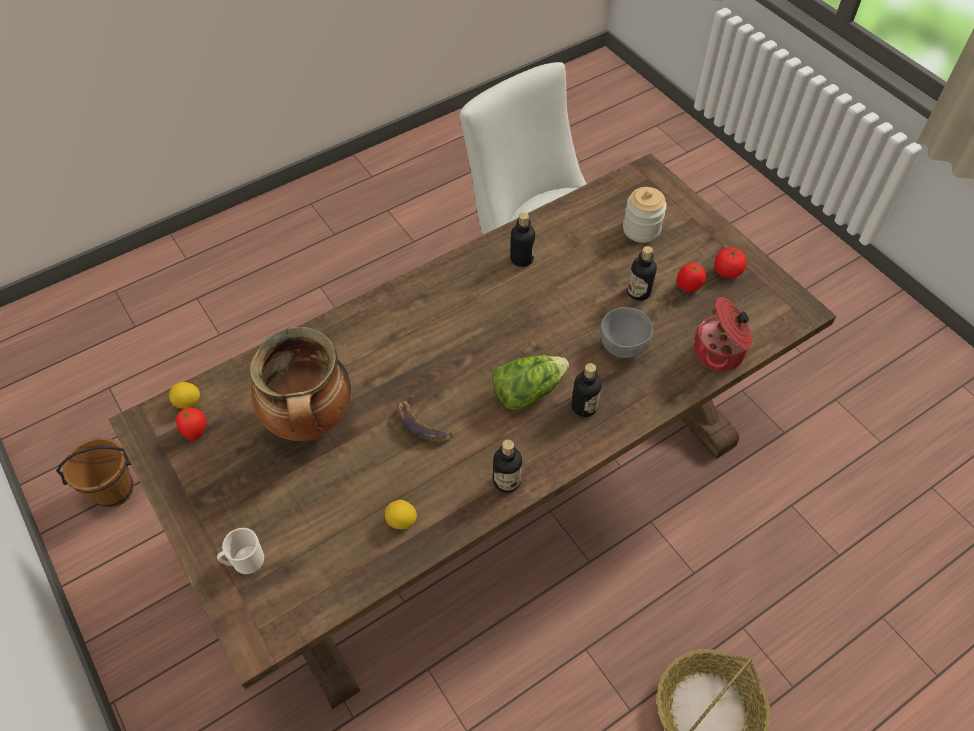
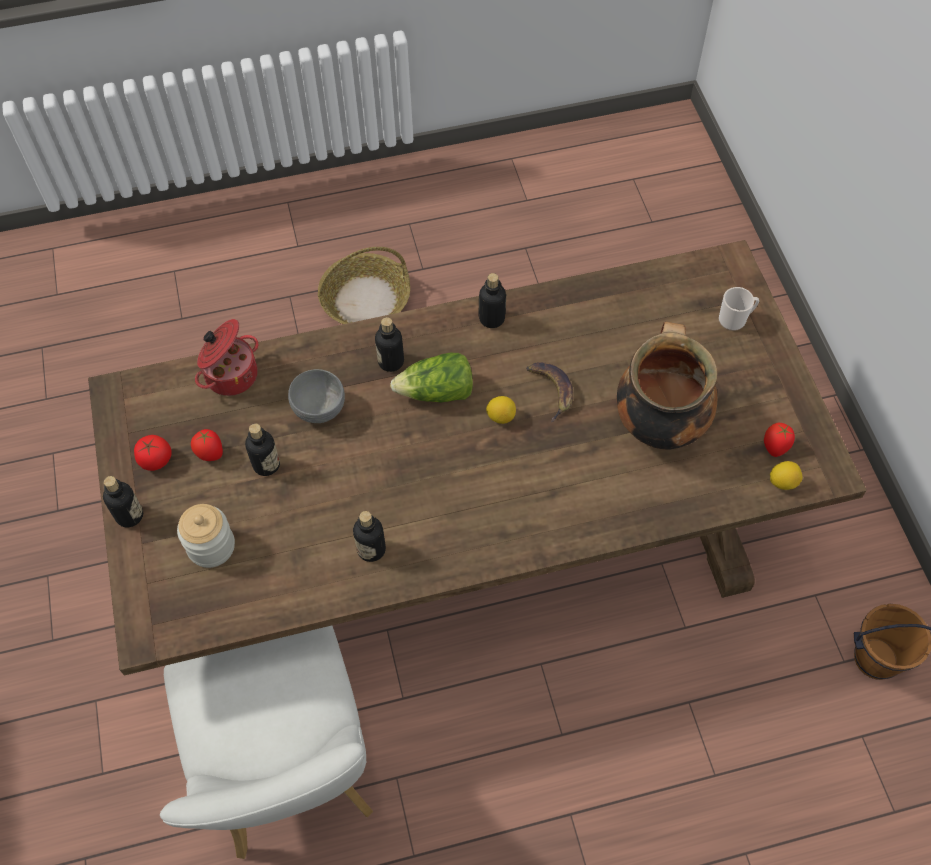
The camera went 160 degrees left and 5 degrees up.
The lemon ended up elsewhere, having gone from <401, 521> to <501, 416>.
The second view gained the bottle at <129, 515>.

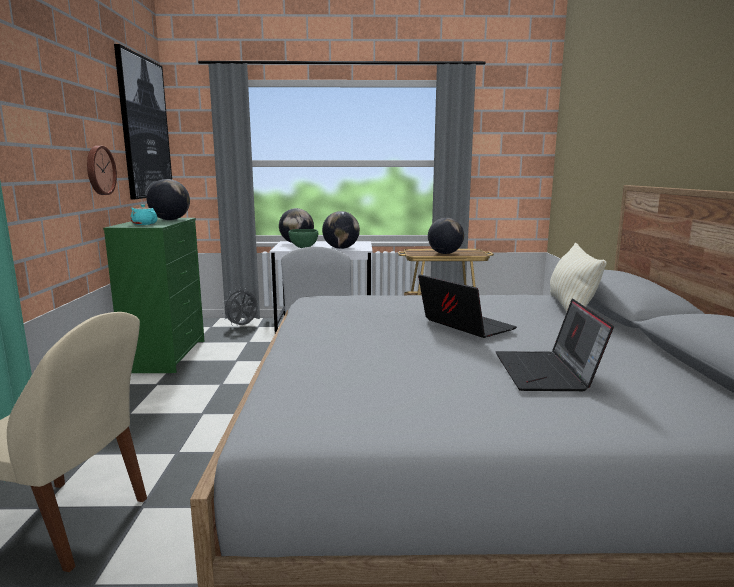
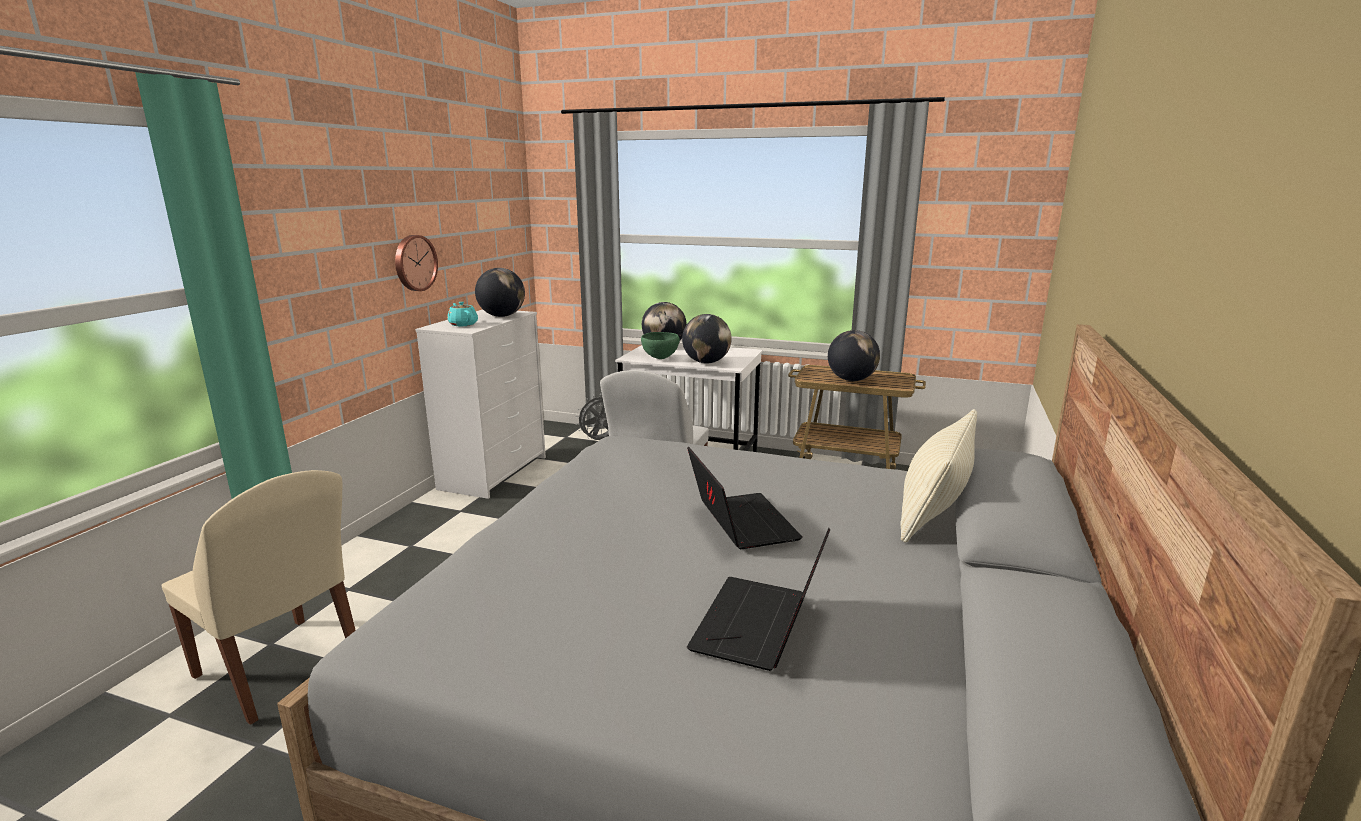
The camera went 20 degrees right and 5 degrees up.
What was the dresser/green at <166, 355> turned into the dresser/white at <494, 472>.
The second view lost the picture at <144, 128>.

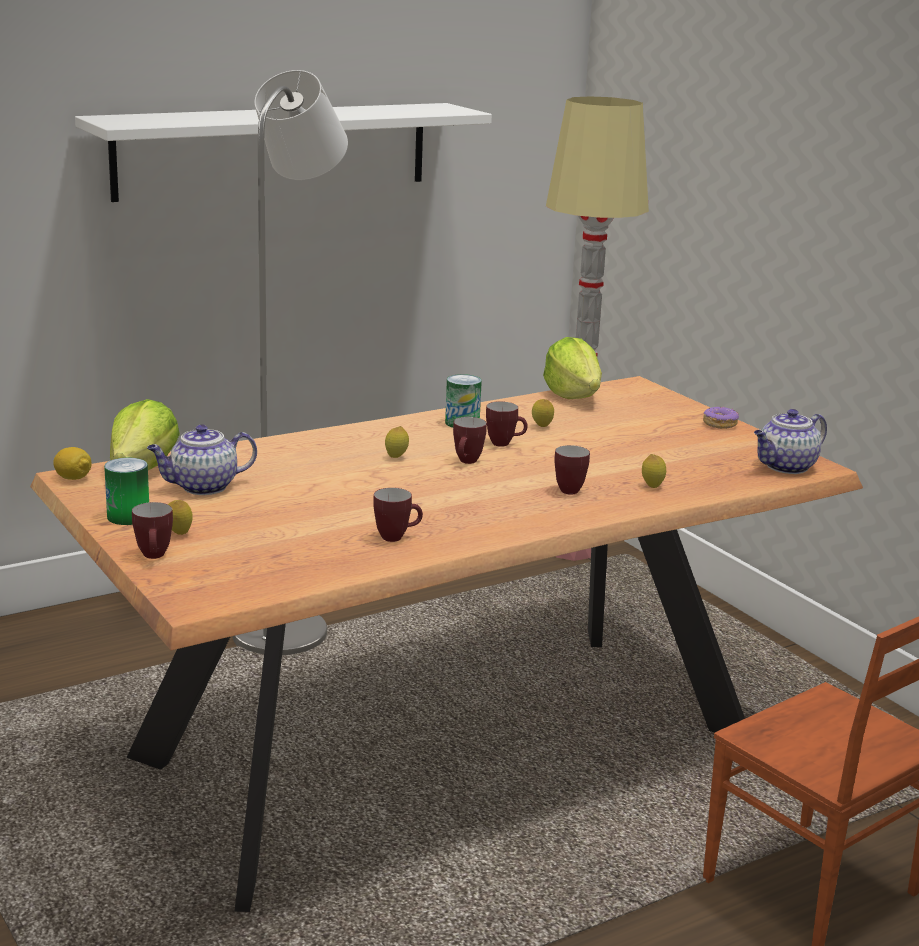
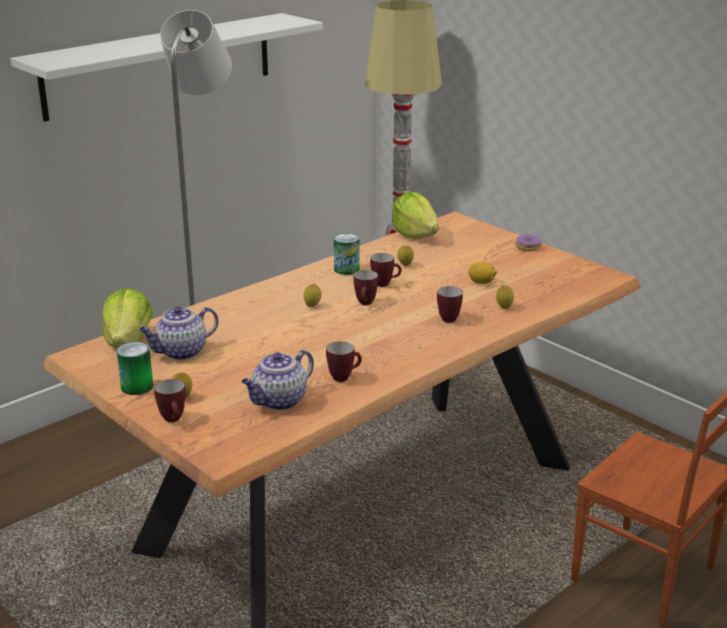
The camera went 10 degrees left and 5 degrees up.
The lemon ended up elsewhere, having gone from <73, 478> to <482, 282>.
The teapot ended up elsewhere, having gone from <786, 467> to <279, 401>.

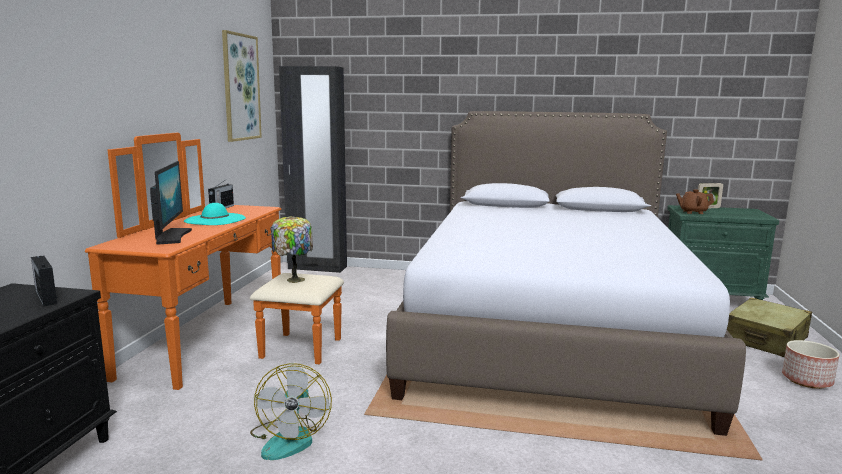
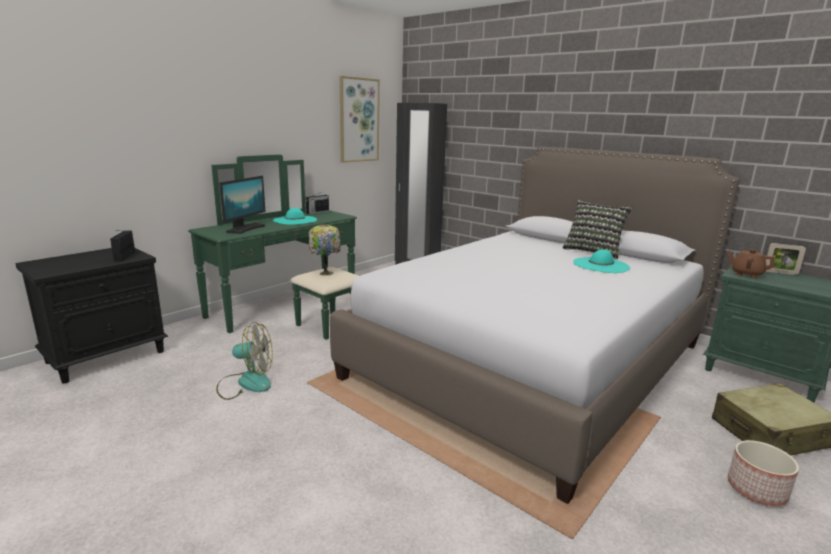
The camera went 30 degrees right and 5 degrees up.
What was the dresser/orange at <229, 340> turned into the dresser/green at <294, 309>.
The fan at <290, 438> ended up facing another way, 120 degrees counterclockwise from before.
The second view gained the pillow at <593, 251>.
The second view gained the hat/turquoise at <601, 265>.

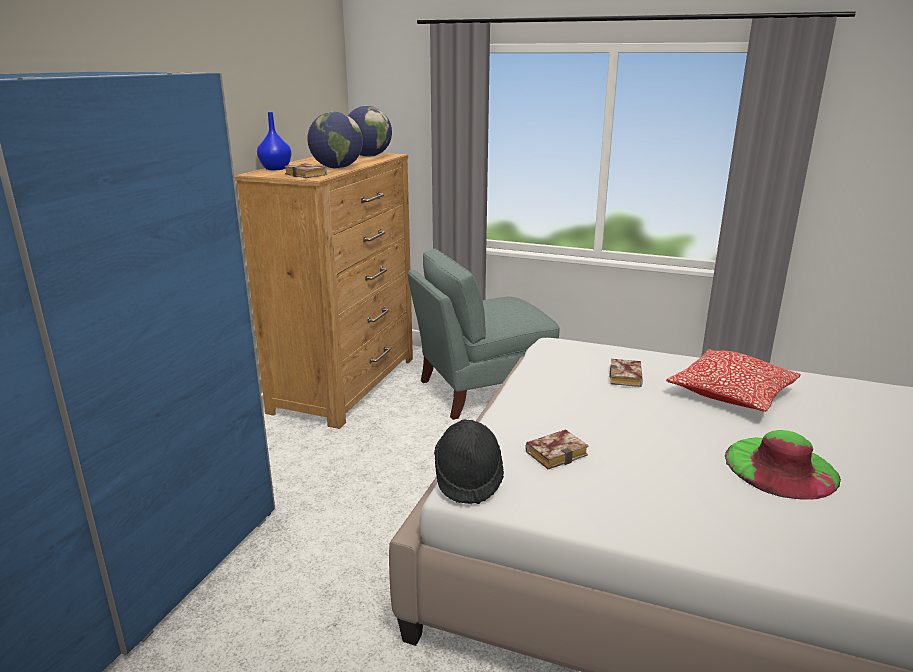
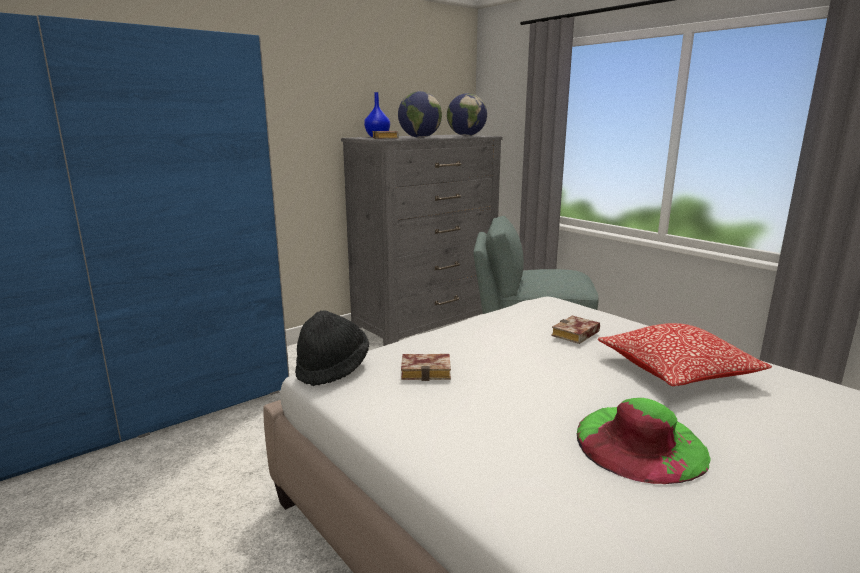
The camera went 30 degrees right and 5 degrees down.
What was the dresser/brown at <346, 384> turned into the dresser/grey at <425, 322>.

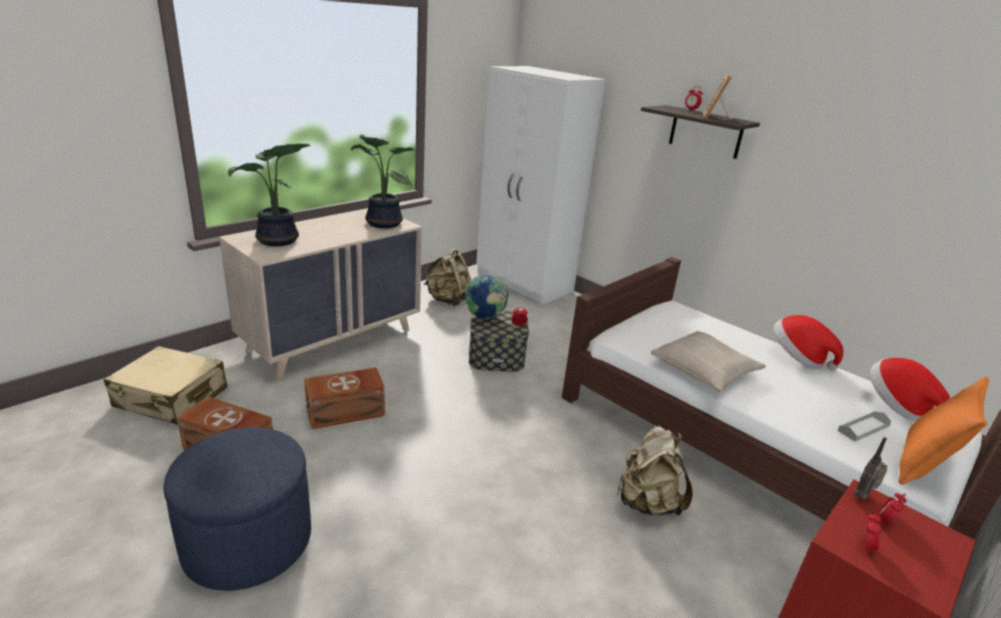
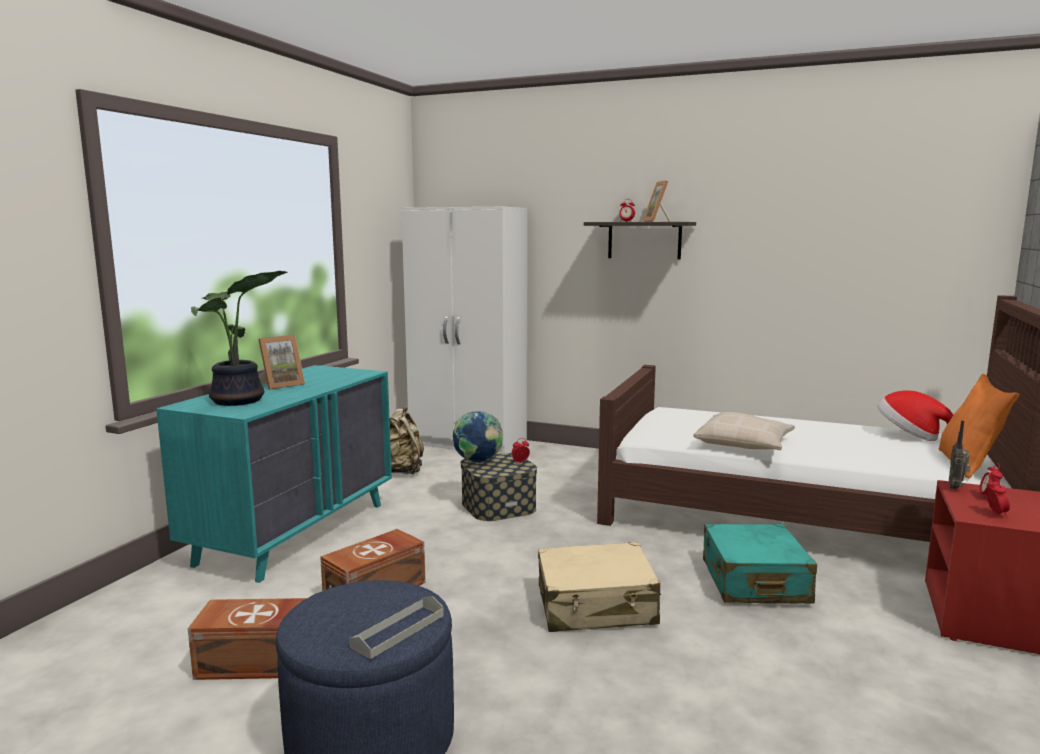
The camera went 20 degrees left and 15 degrees down.
The suitcase/beige ended up elsewhere, having gone from <171, 398> to <596, 606>.
What was the dresser/beige at <332, 339> turned into the dresser/turquoise at <295, 532>.
The second view lost the potted plant at <381, 223>.
Where the backpack/beige stood at <647, 503>, the suitcase/turquoise came to stand at <754, 581>.
The second view lost the hat at <798, 358>.
The tray/grey ended up elsewhere, having gone from <863, 428> to <398, 631>.
The second view gained the picture frame at <281, 385>.

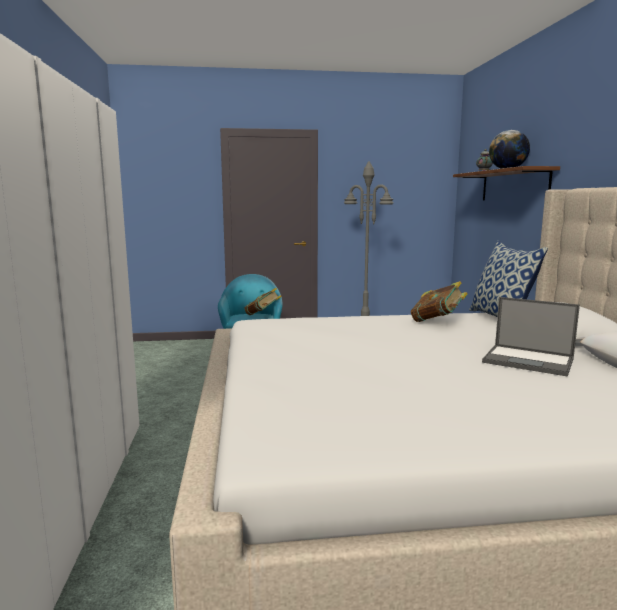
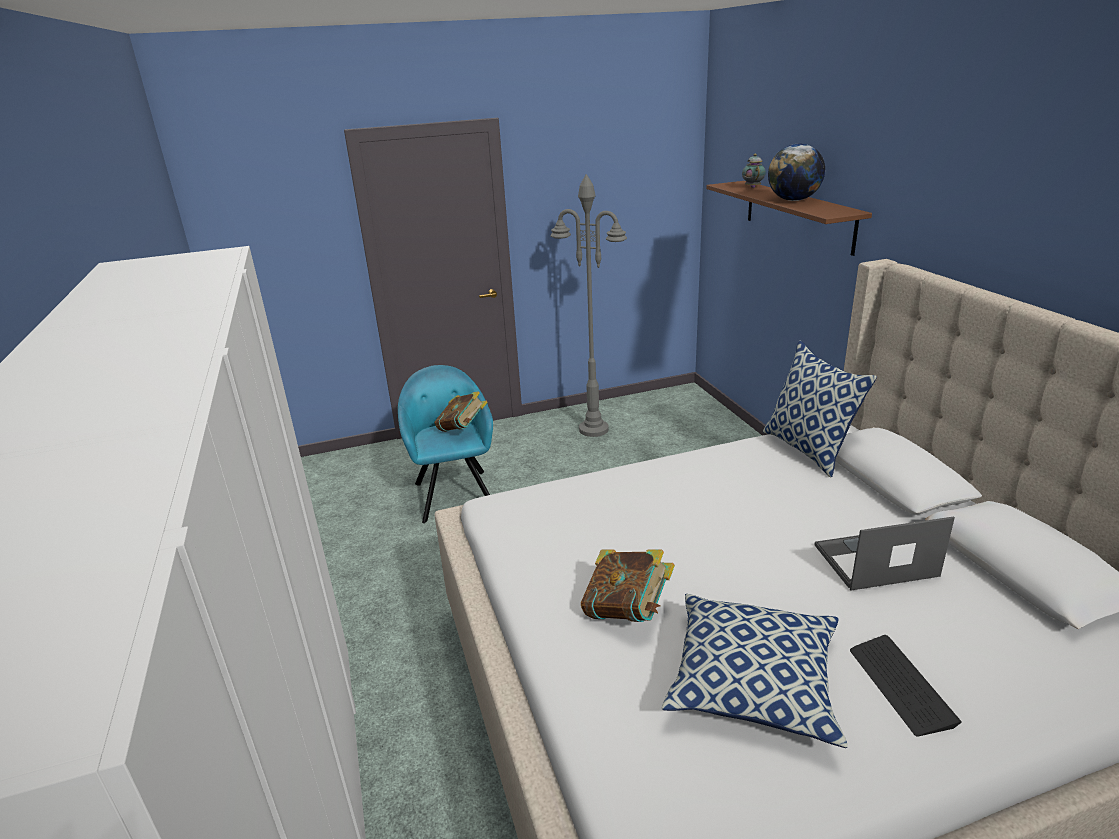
The camera went 10 degrees left and 15 degrees up.
The book ended up elsewhere, having gone from <437, 322> to <627, 611>.
The laptop at <529, 360> ended up facing another way, 150 degrees clockwise from before.
The second view gained the pillow at <753, 683>.
The second view gained the keyboard at <901, 686>.

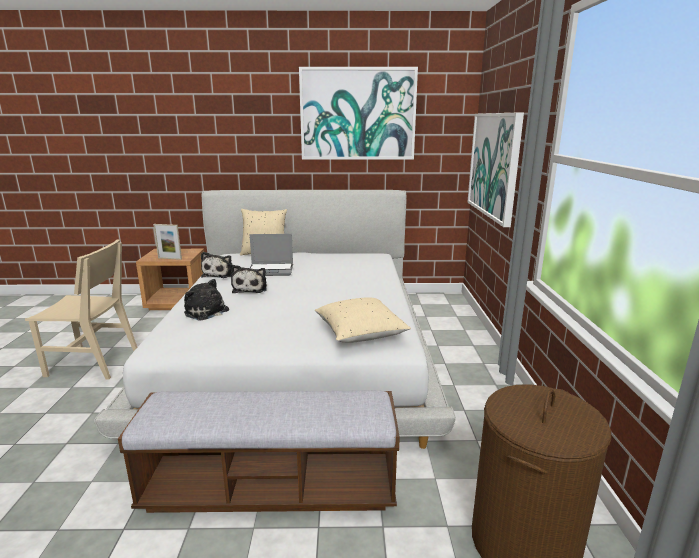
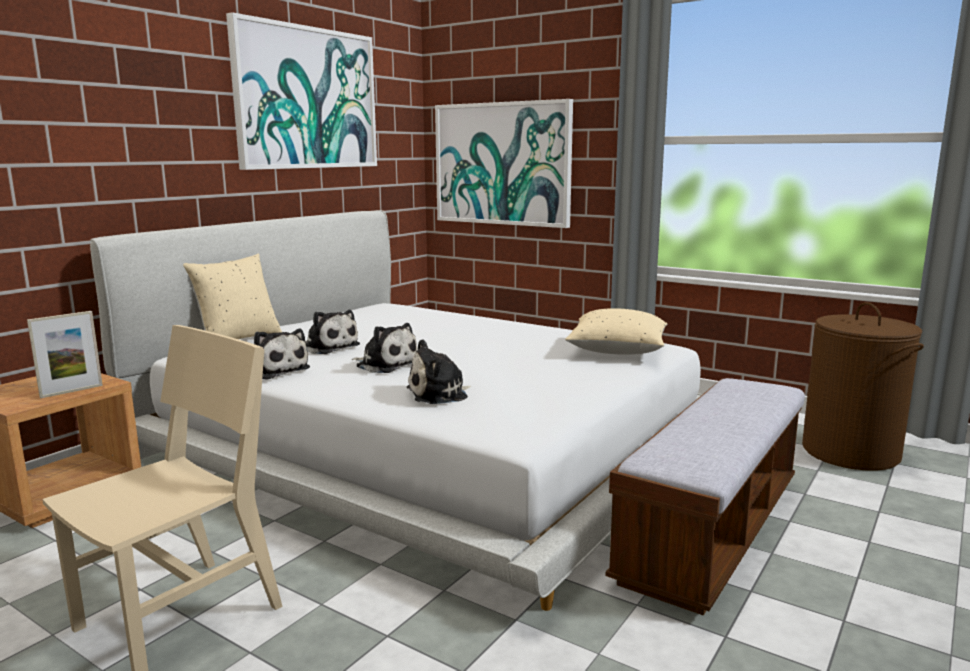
The camera went 55 degrees left and 5 degrees down.
Where the laptop stood at <271, 270>, the plush toy came to stand at <328, 347>.

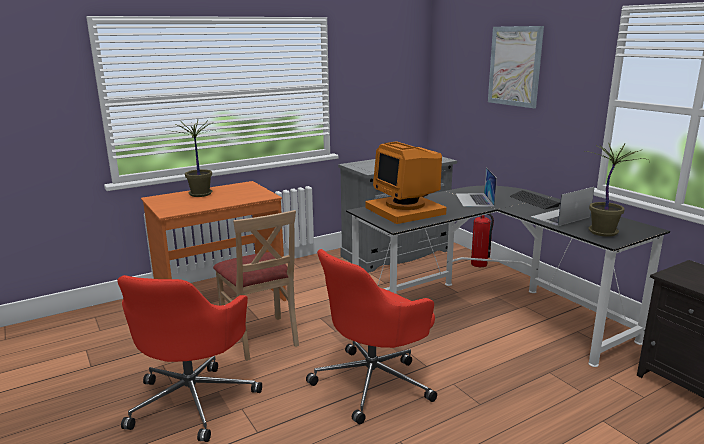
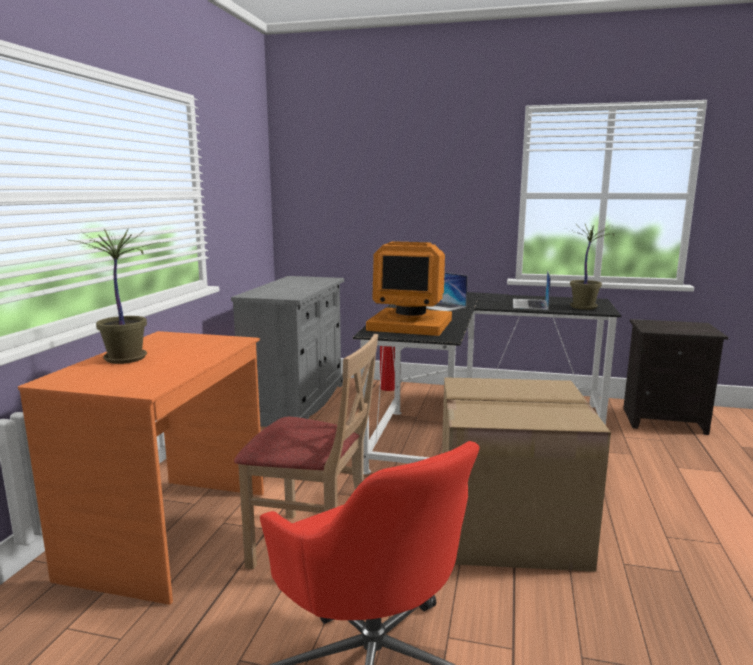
The camera went 45 degrees left and 5 degrees down.
Where the office chair/red stood at <373, 382>, the cardboard box came to stand at <507, 526>.
The second view lost the picture at <515, 66>.

